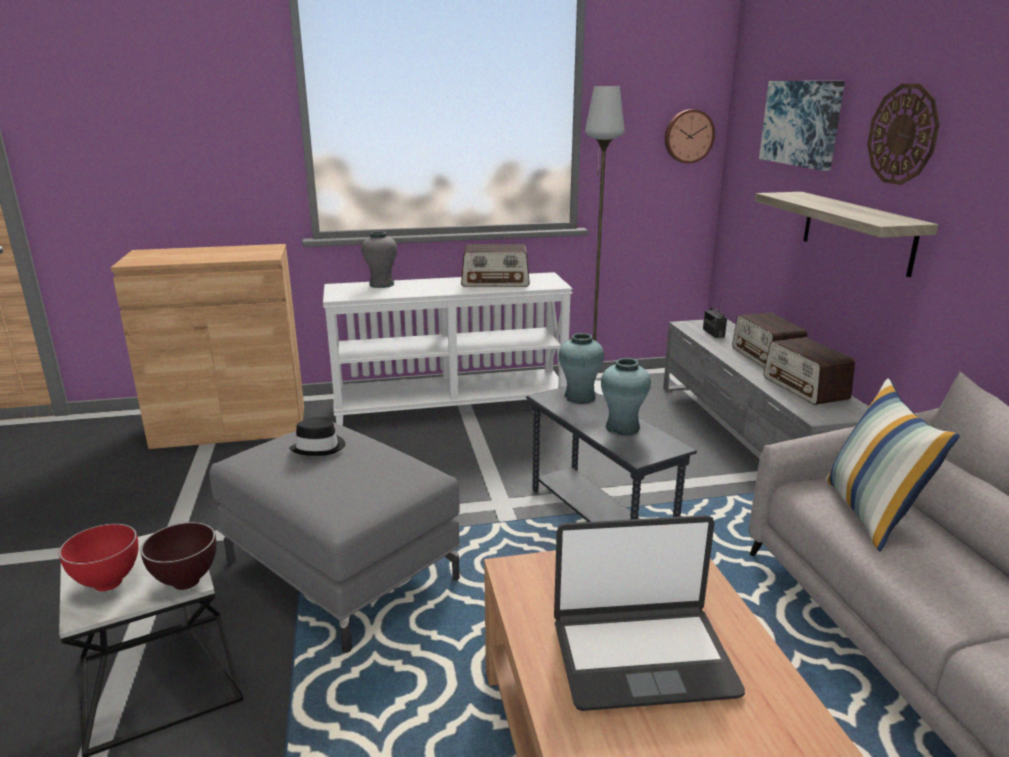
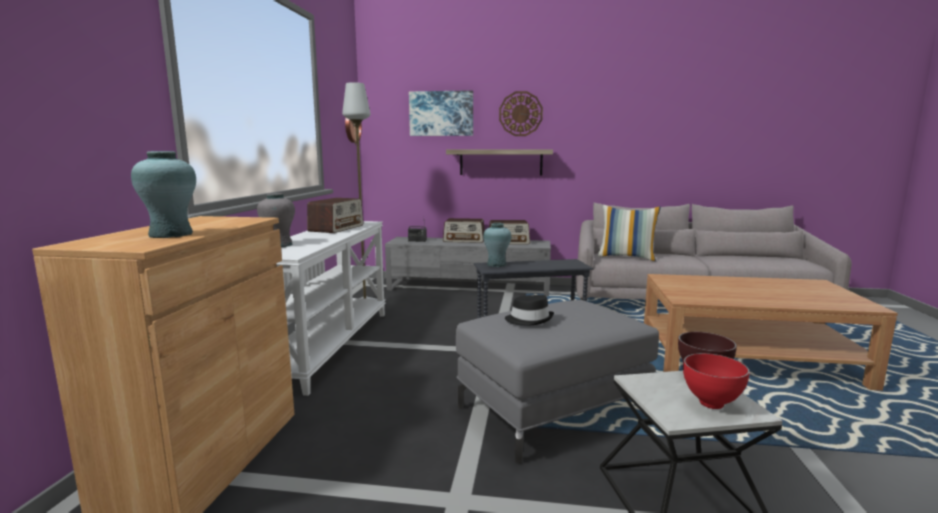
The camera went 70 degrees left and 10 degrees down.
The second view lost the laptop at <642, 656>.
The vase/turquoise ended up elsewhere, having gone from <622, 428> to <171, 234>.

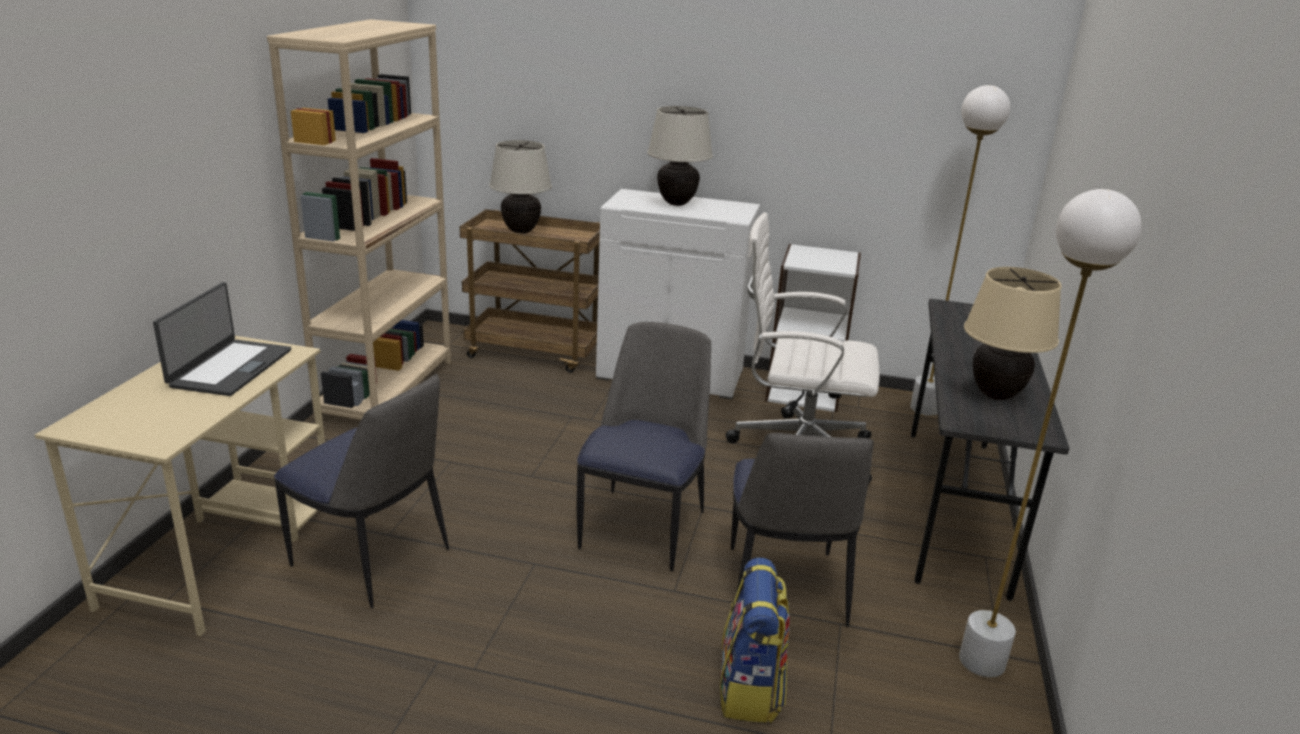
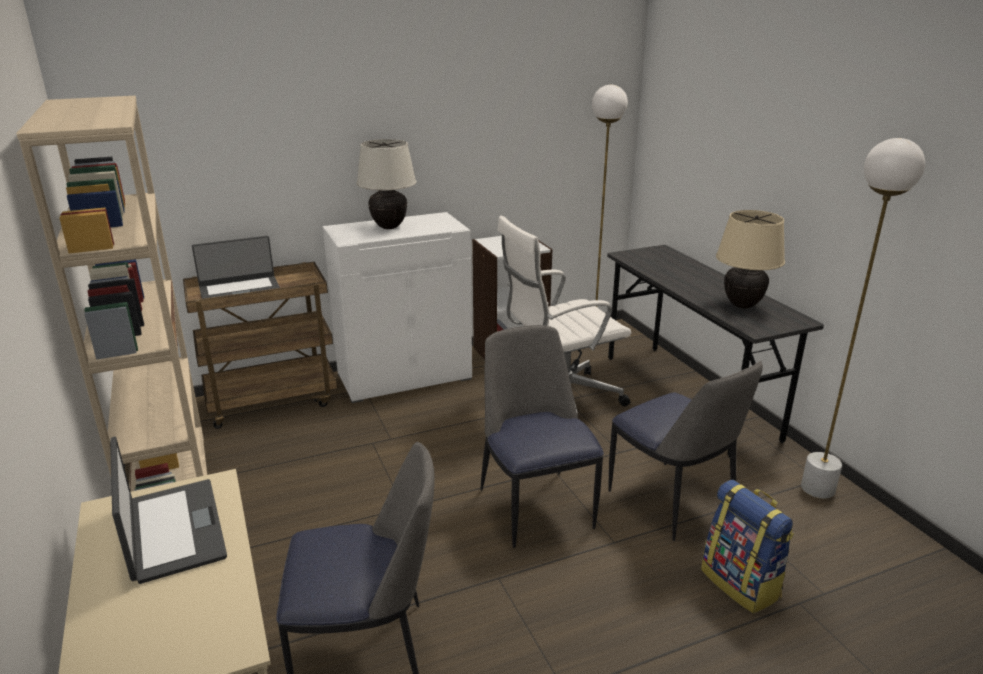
The camera went 35 degrees left and 0 degrees up.
Where the table lamp/beige stood at <521, 231>, the laptop came to stand at <240, 290>.

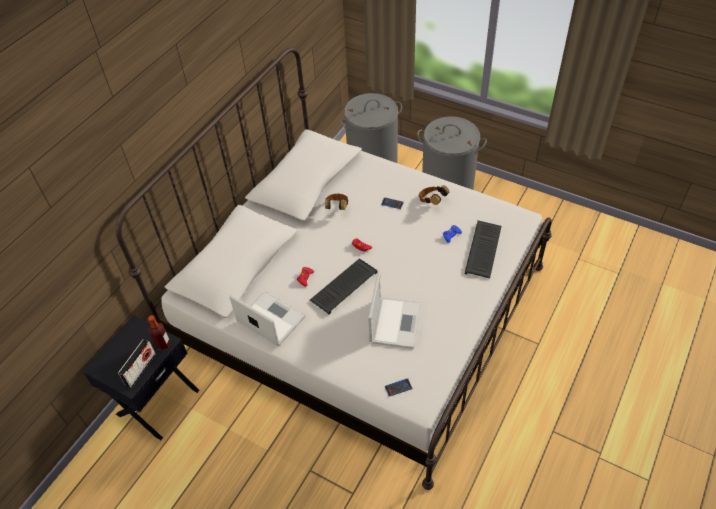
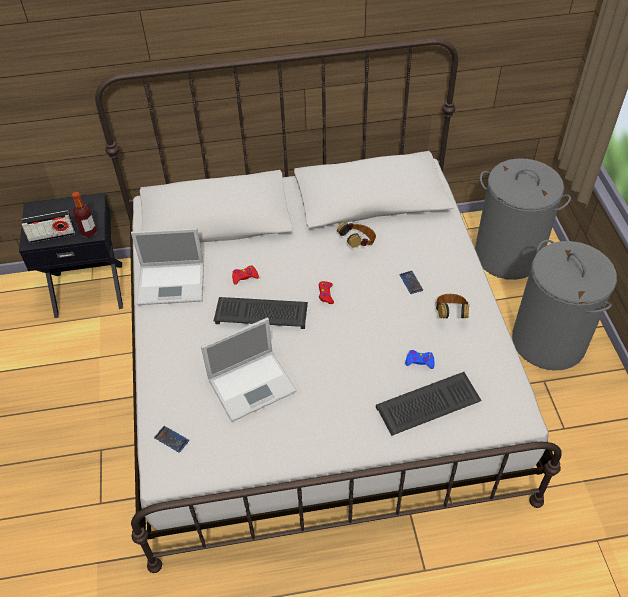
The camera went 50 degrees right and 0 degrees up.
The laptop at <269, 319> ended up facing another way, 90 degrees clockwise from before.

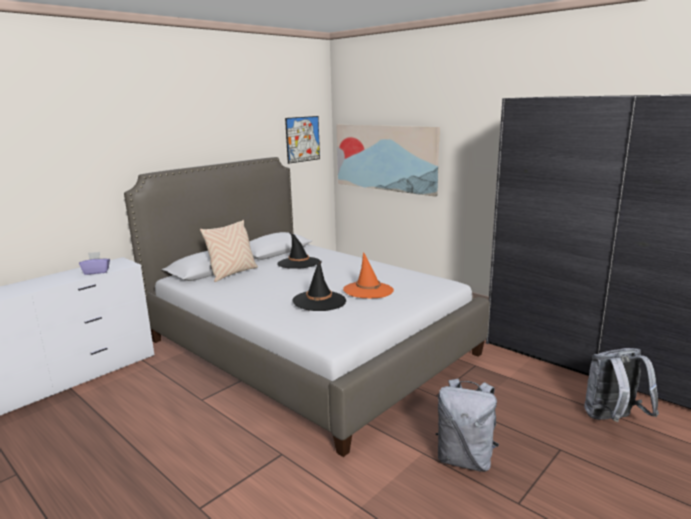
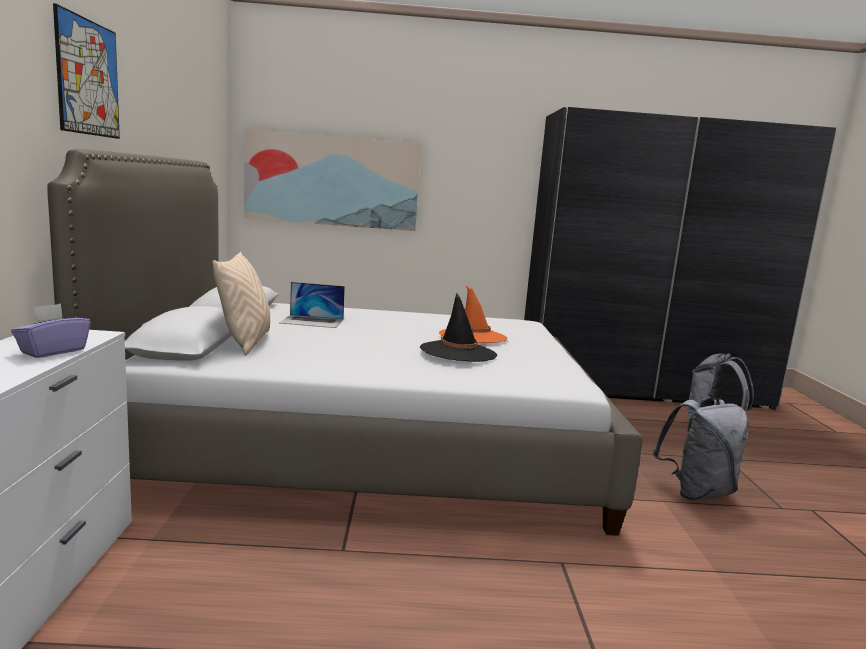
The camera went 45 degrees left and 5 degrees down.
Where the hat/black stood at <298, 263>, the laptop came to stand at <312, 321>.
The picture ended up elsewhere, having gone from <302, 139> to <88, 78>.

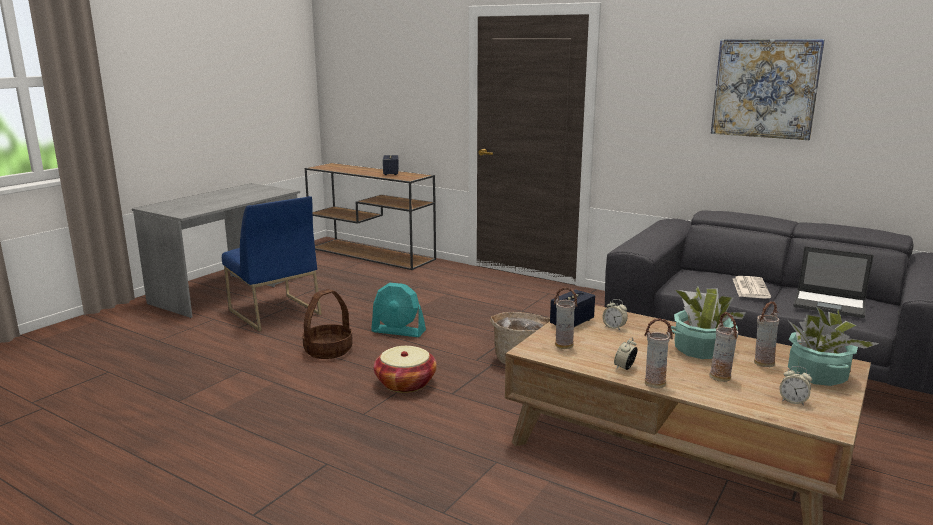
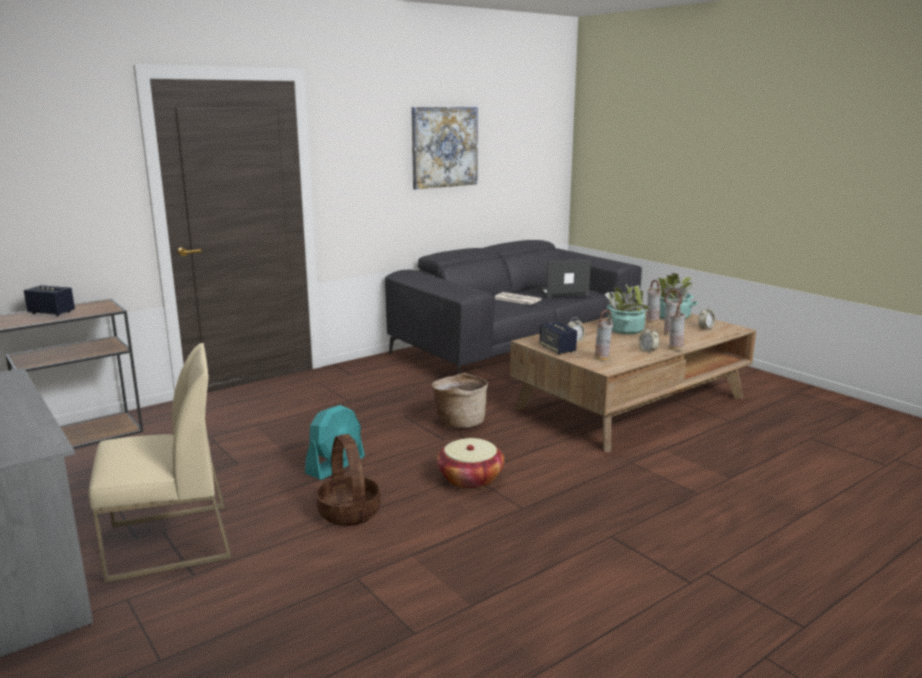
The camera went 70 degrees left and 0 degrees up.
What was the chair/blue at <273, 312> turned into the chair/beige at <168, 542>.
The laptop at <830, 304> ended up facing another way, 150 degrees counterclockwise from before.

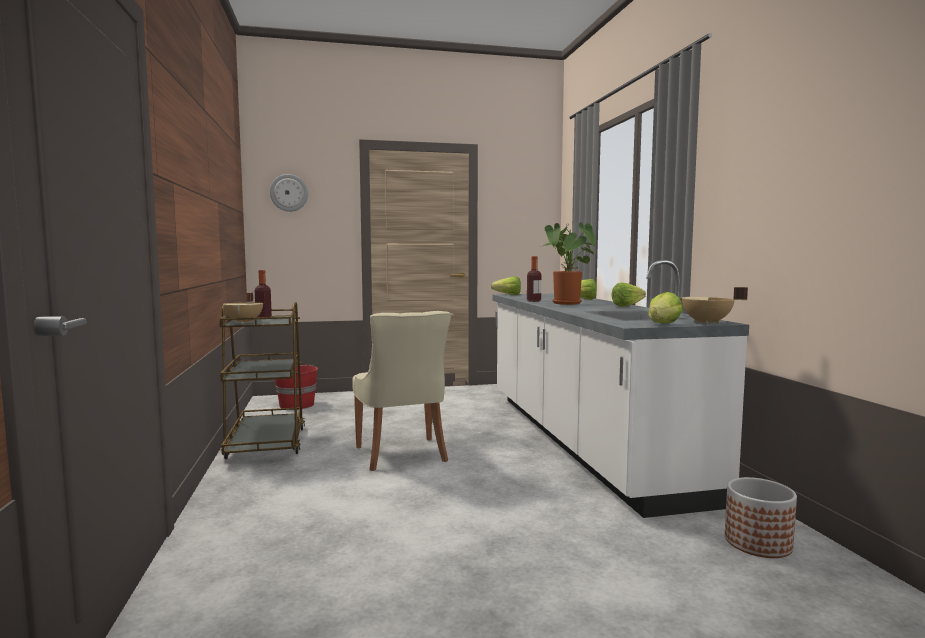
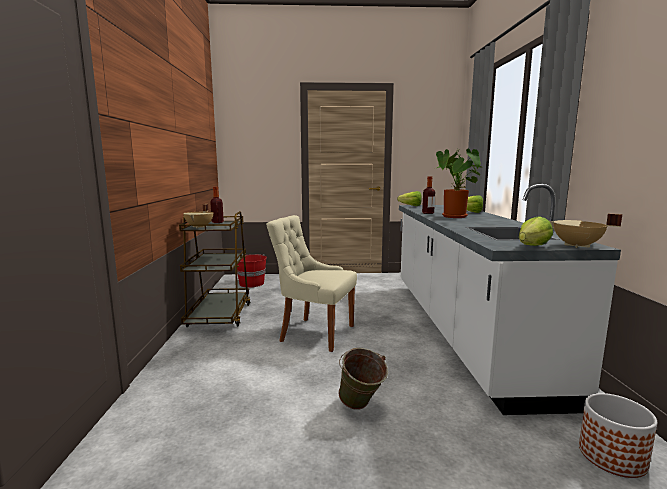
The camera went 10 degrees right and 5 degrees up.
The second view lost the wall clock at <289, 193>.
The chair/beige at <402, 455> ended up facing another way, 120 degrees clockwise from before.
The second view lost the lettuce at <630, 306>.
The second view gained the bucket/green at <361, 407>.

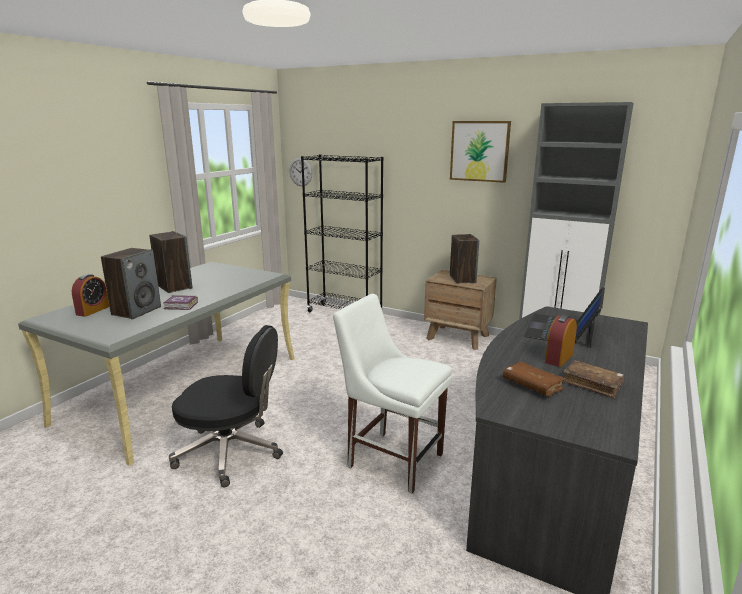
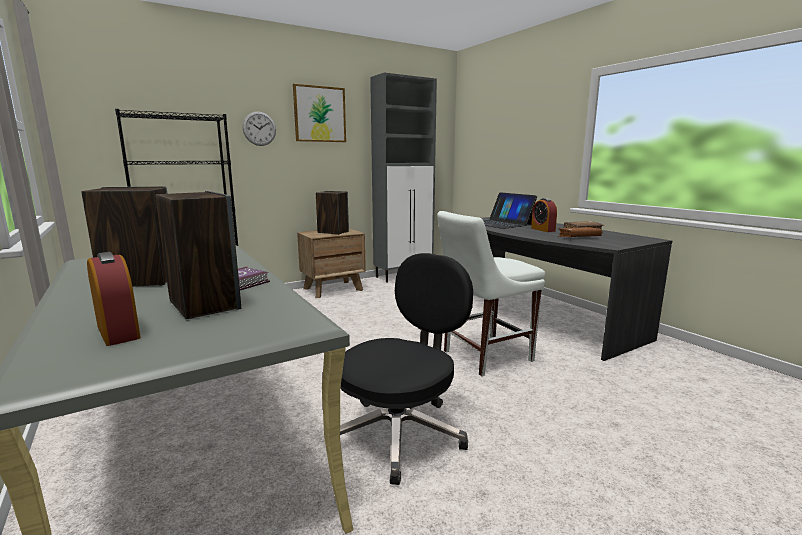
The camera went 60 degrees left and 5 degrees down.
The wall clock ended up elsewhere, having gone from <300, 172> to <259, 128>.

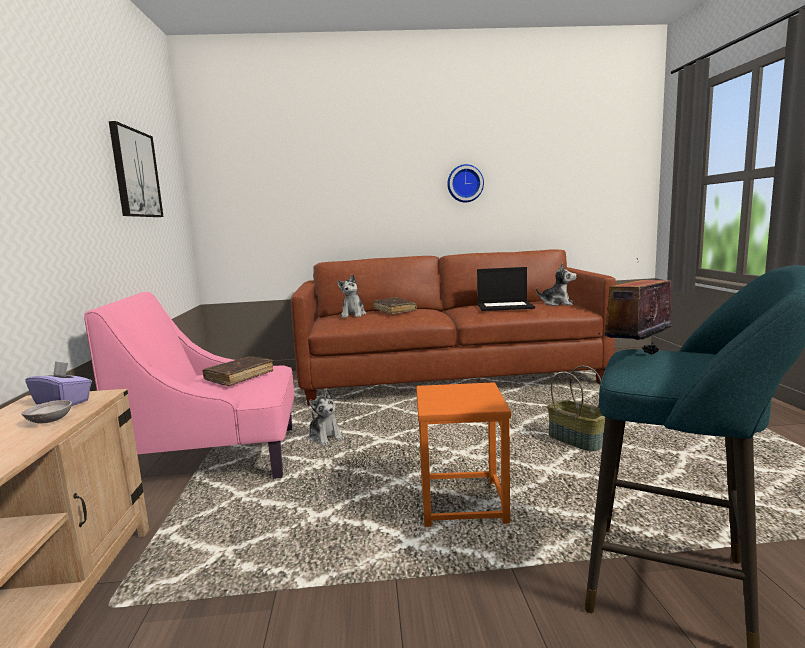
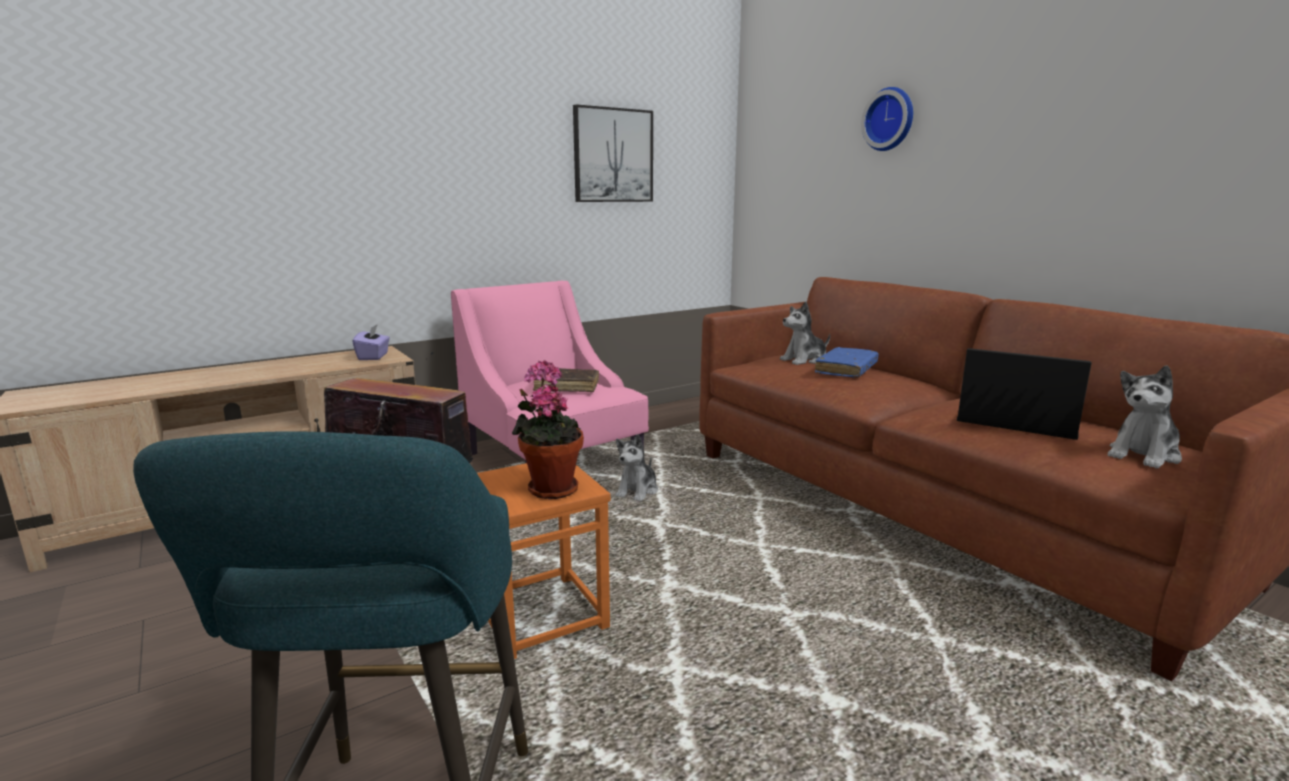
The camera went 60 degrees right and 5 degrees up.
The second view lost the bowl/grey at <49, 421>.
What was the book/brown at <394, 310> turned into the book/blue at <846, 370>.
The wall clock ended up elsewhere, having gone from <465, 183> to <890, 119>.
The laptop at <505, 306> ended up facing another way, 150 degrees clockwise from before.
The plush toy at <557, 304> ended up facing another way, 60 degrees clockwise from before.
The second view lost the basket at <577, 441>.
The second view gained the potted plant at <550, 488>.

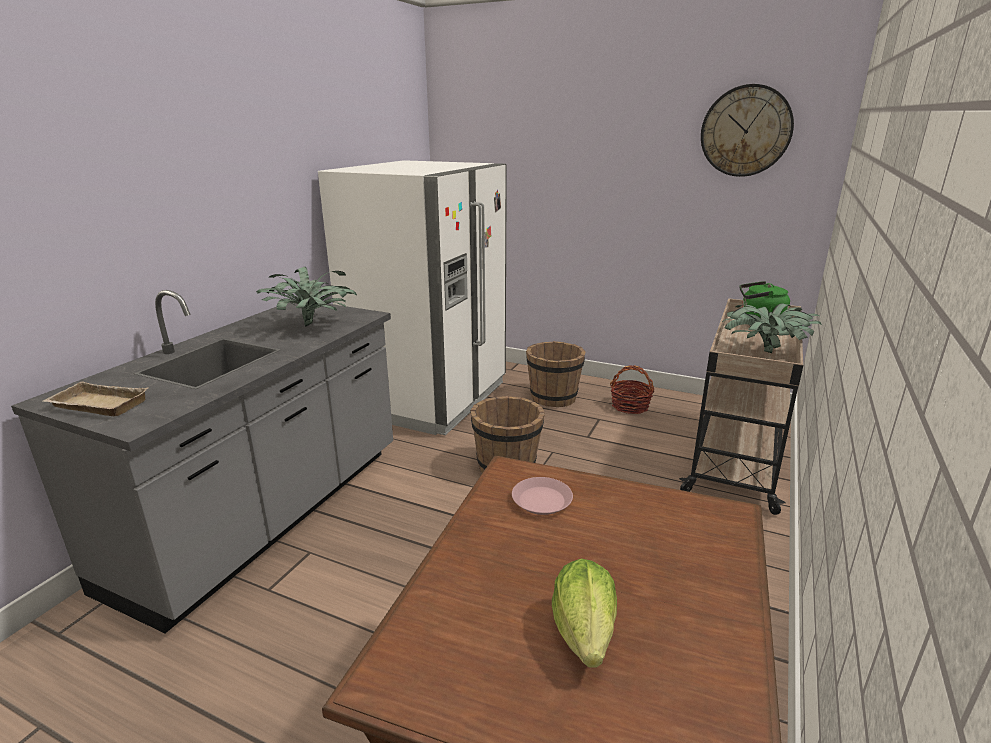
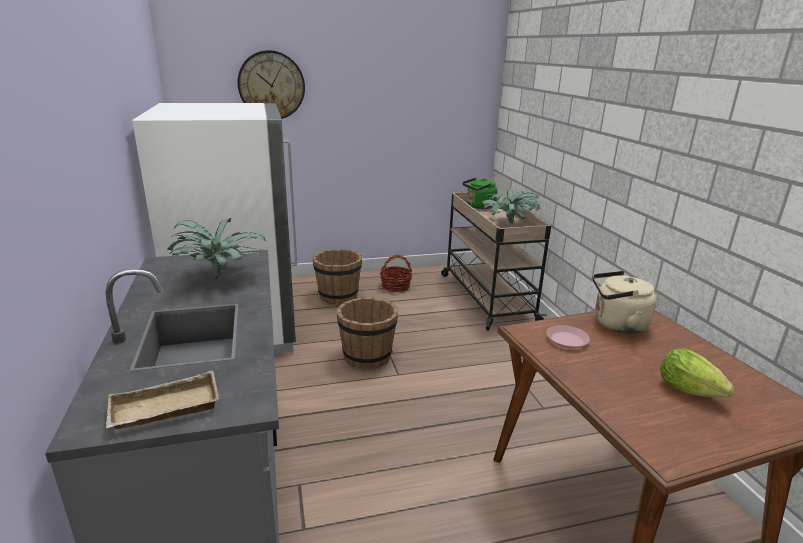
The camera went 40 degrees left and 0 degrees up.
The wall clock ended up elsewhere, having gone from <746, 131> to <271, 85>.
The second view gained the kettle/beige at <616, 324>.

